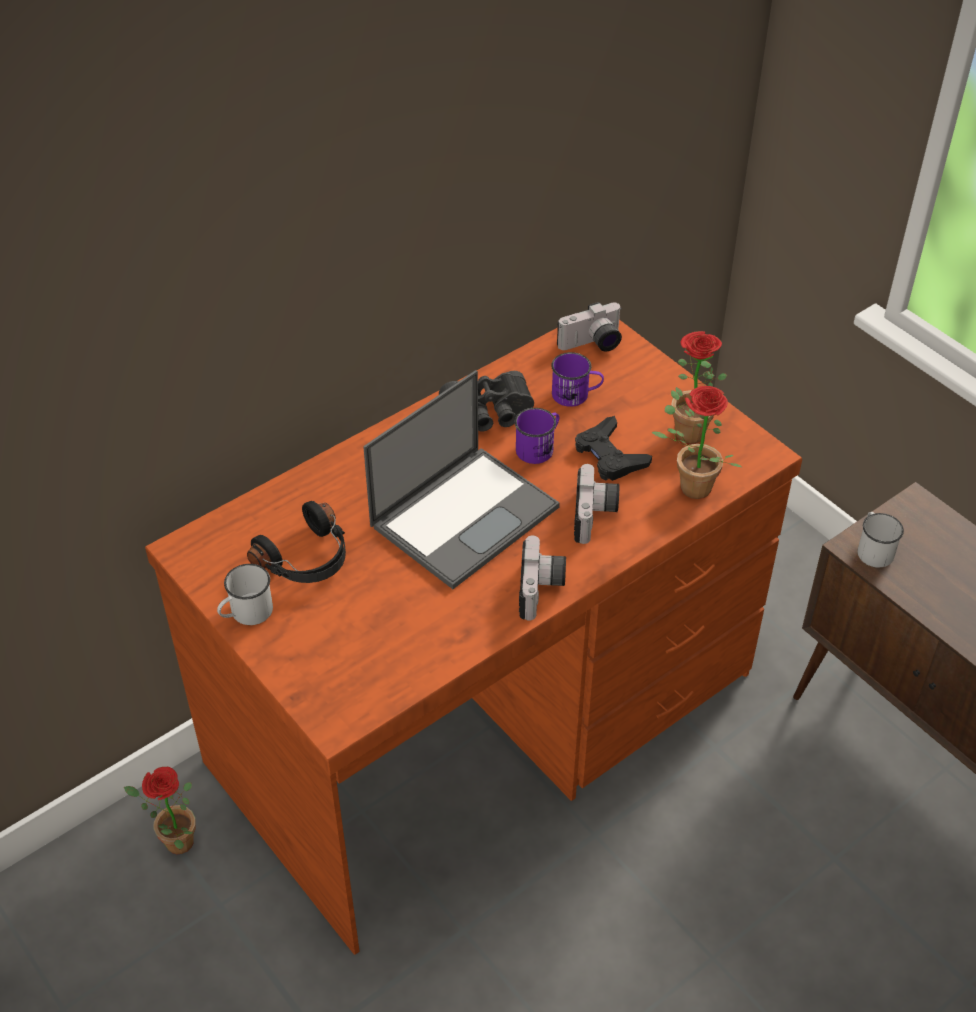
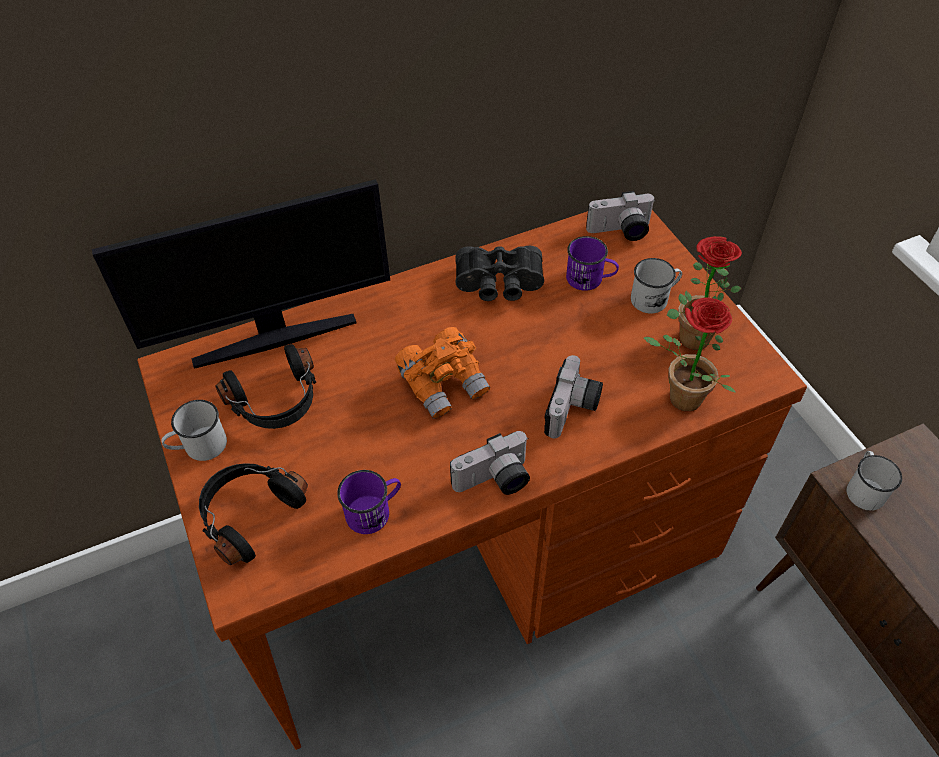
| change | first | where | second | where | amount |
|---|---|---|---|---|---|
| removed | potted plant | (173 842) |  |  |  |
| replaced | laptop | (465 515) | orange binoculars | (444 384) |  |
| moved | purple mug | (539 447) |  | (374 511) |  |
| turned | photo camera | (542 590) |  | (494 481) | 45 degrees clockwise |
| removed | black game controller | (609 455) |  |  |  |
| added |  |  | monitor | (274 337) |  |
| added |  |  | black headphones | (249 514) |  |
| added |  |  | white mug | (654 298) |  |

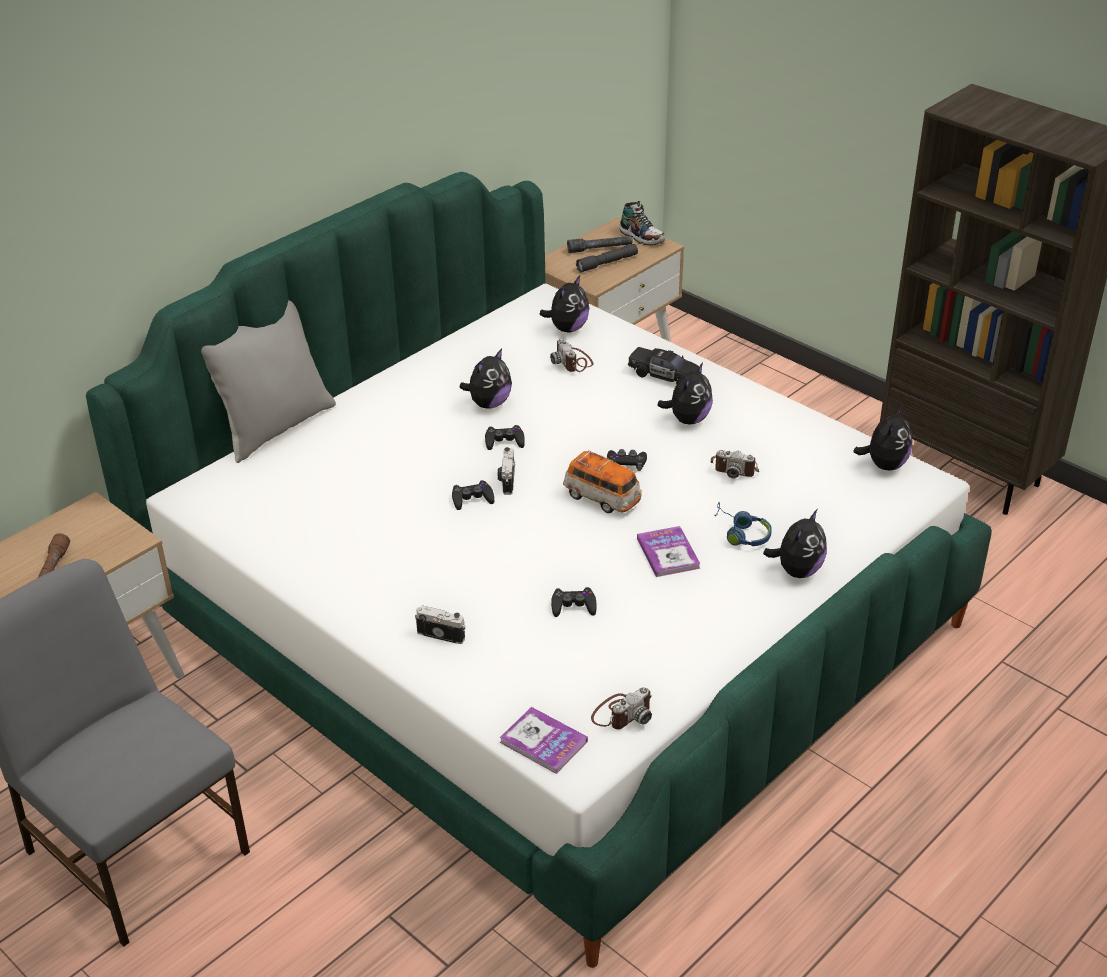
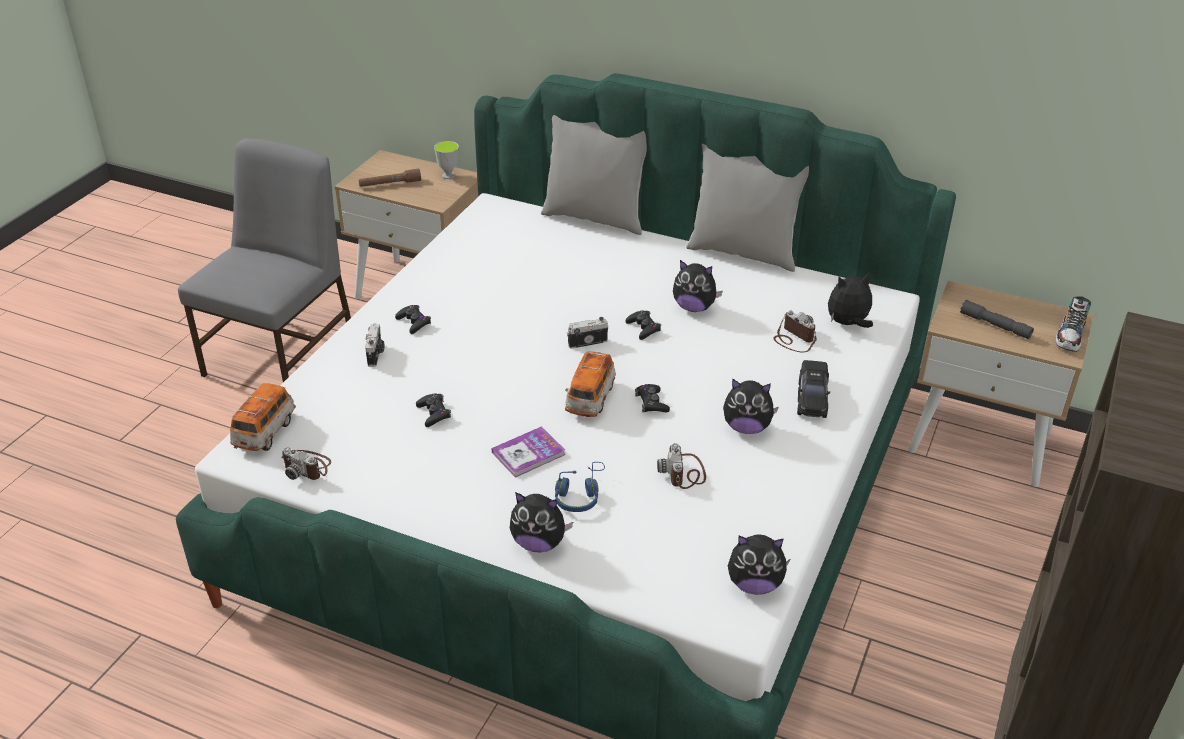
| change | first | where | second | where | amount |
|---|---|---|---|---|---|
| moved | black game controller | (472 499) |  | (414 322) |  |
| replaced | book | (543 742) | toy car | (265 432) |  |
| turned | plush toy | (567 328) |  | (848 324) | 150 degrees clockwise |
| turned | photo camera | (573 362) |  | (794 339) | 90 degrees clockwise |
| removed | grey flashlight | (600 249) |  |  |  |
| added |  |  | cup | (448 175) |  |
| added |  |  | grey pillow | (743 252) |  |

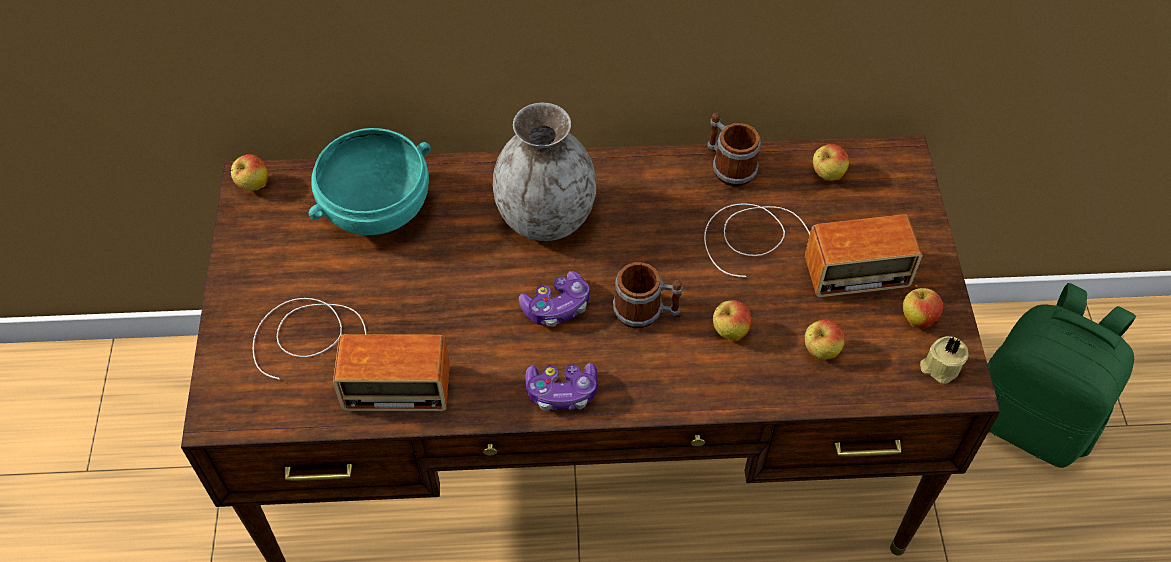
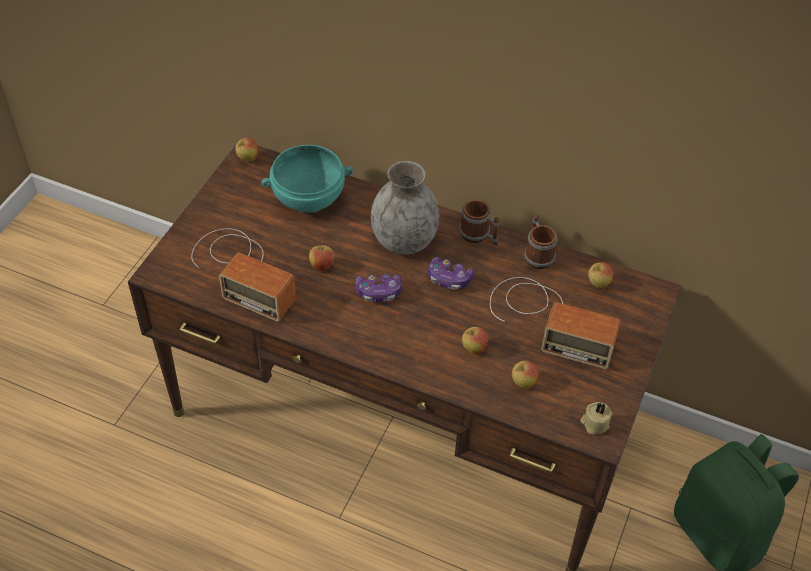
| change | first | where | second | where | amount |
|---|---|---|---|---|---|
| moved | game controller | (562 392) |  | (449 279) |  |
| moved | mug | (646 312) |  | (479 236) |  |
| moved | apple | (917 319) |  | (322 266) |  |

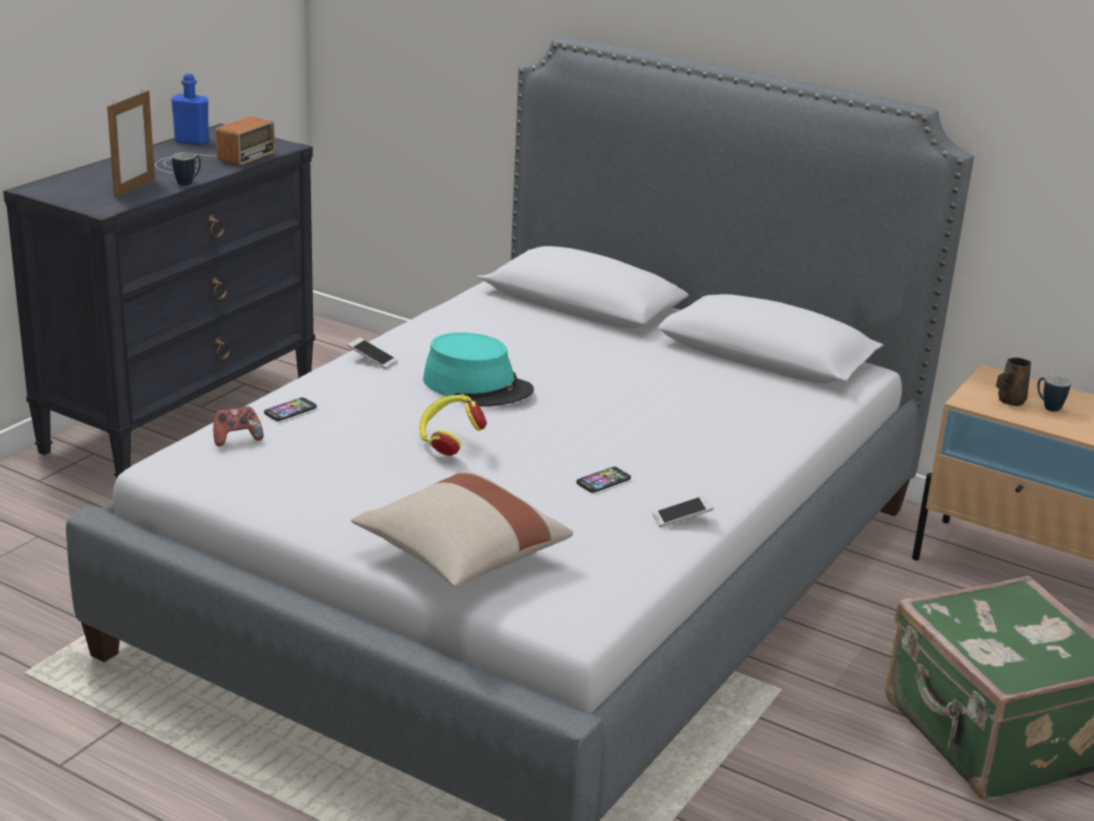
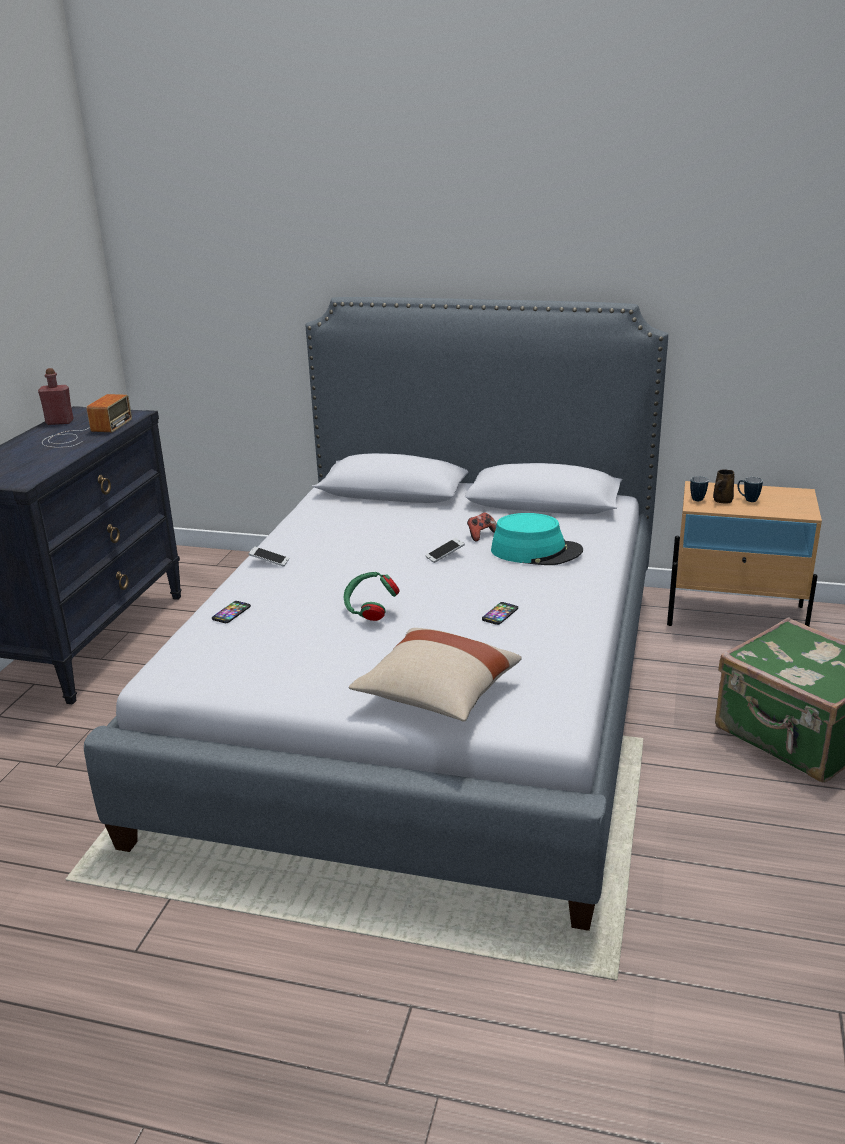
| change | first | where | second | where | amount |
|---|---|---|---|---|---|
| removed | picture frame | (134 188) |  |  |  |
| recoloured | blue bottle | (192 141) | red bottle | (59 422) |  |
| moved | mug | (188 183) |  | (698 498) |  |
| moved | game controller | (237 439) |  | (481 535) |  |
| recoloured | yellow headphones | (449 443) | green headphones | (370 611) |  |
| moved | turquoise hat | (478 386) |  | (536 551) |  |
| moved | phone | (682 519) |  | (445 555) |  |

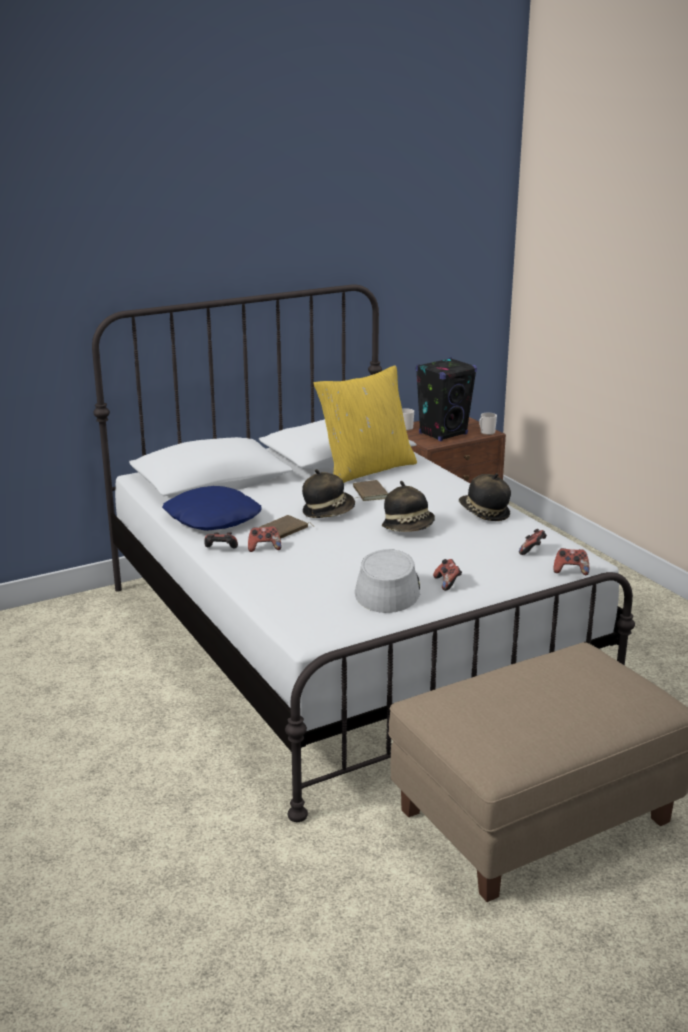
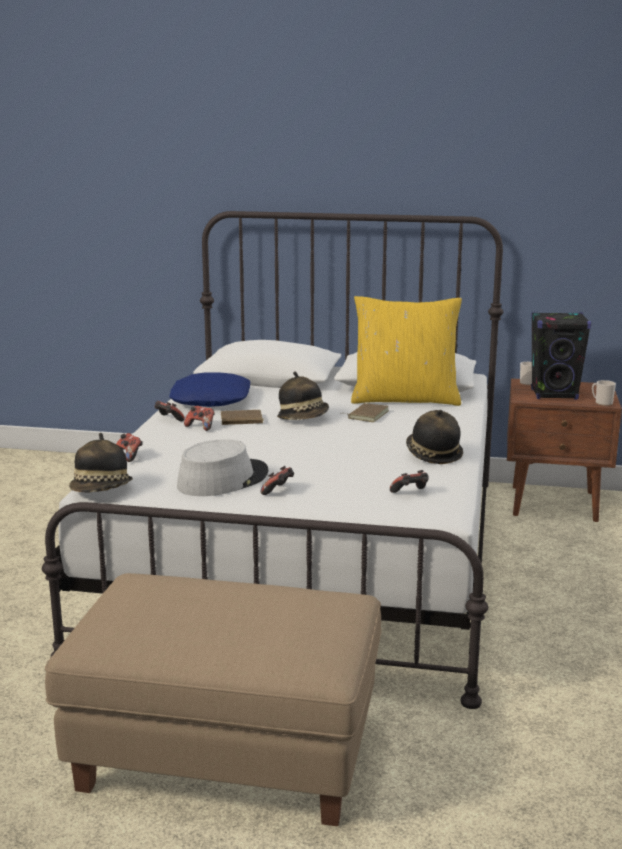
| change | first | where | second | where | amount |
|---|---|---|---|---|---|
| moved | hat | (409 528) |  | (102 491) |  |
| moved | game controller | (570 571) |  | (129 457) |  |

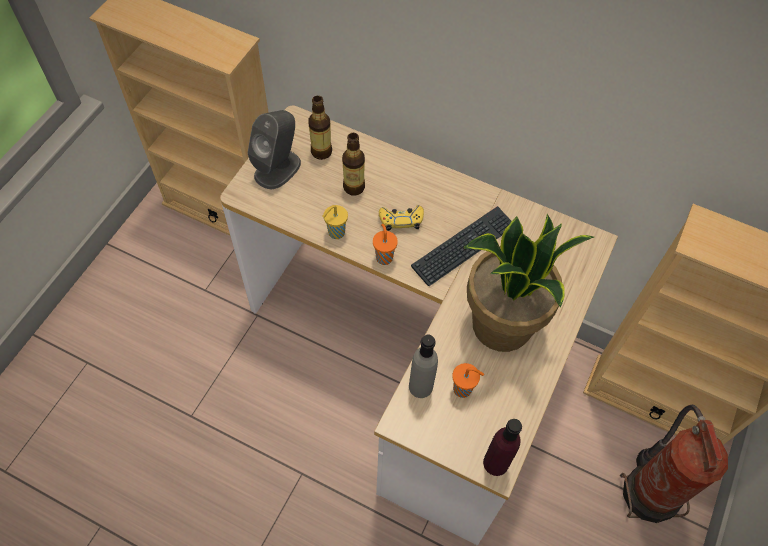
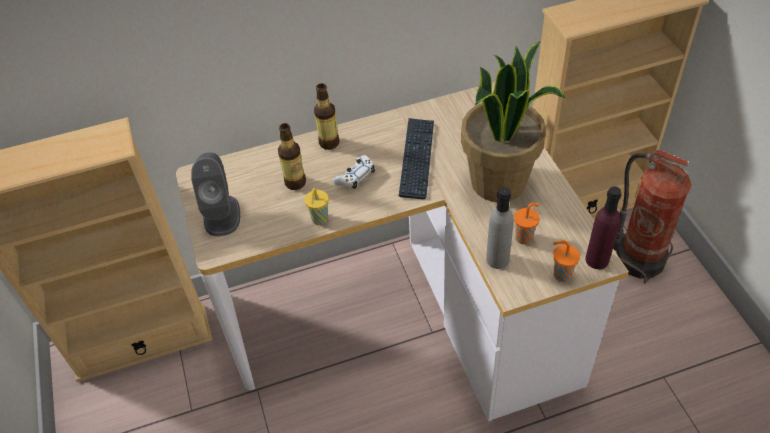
| change | first | where | second | where | amount |
|---|---|---|---|---|---|
| moved | bottle | (321 151) |  | (329 143) |  |
| moved | orange cup | (384 257) |  | (561 274) |  |
| recoloured | yellow game controller | (401 220) | white game controller | (355 176) |  |

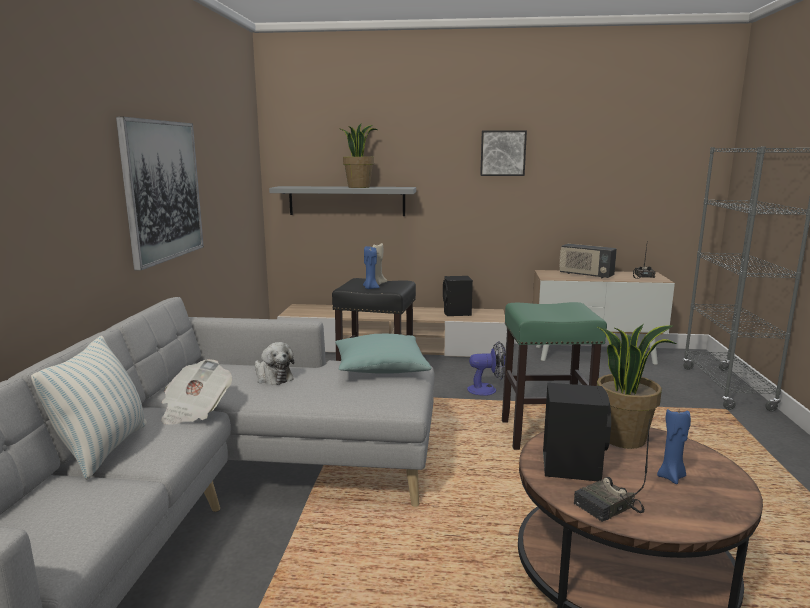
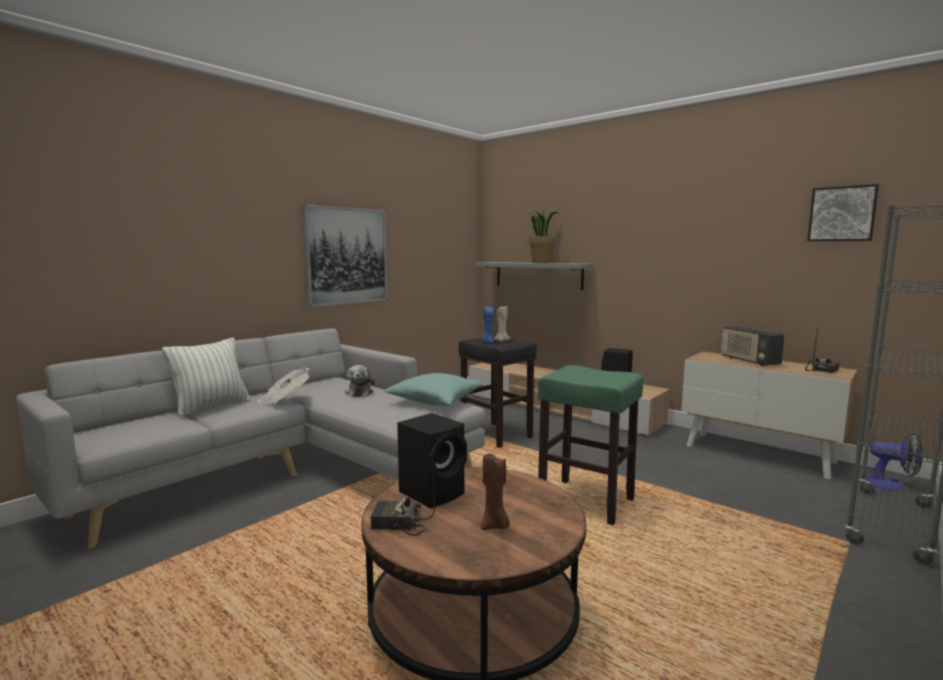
| change | first | where | second | where | amount |
|---|---|---|---|---|---|
| moved | fan | (487 390) |  | (892 485) |  |
| moved | picture | (503 153) |  | (842 214) |  |
| removed | potted plant | (623 438) |  |  |  |
| recoloured | blue candle | (671 477) | brown candle | (494 526) |  |

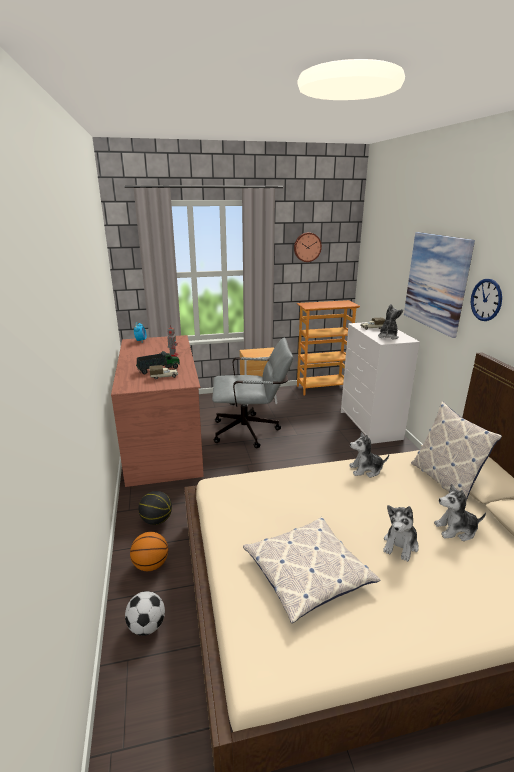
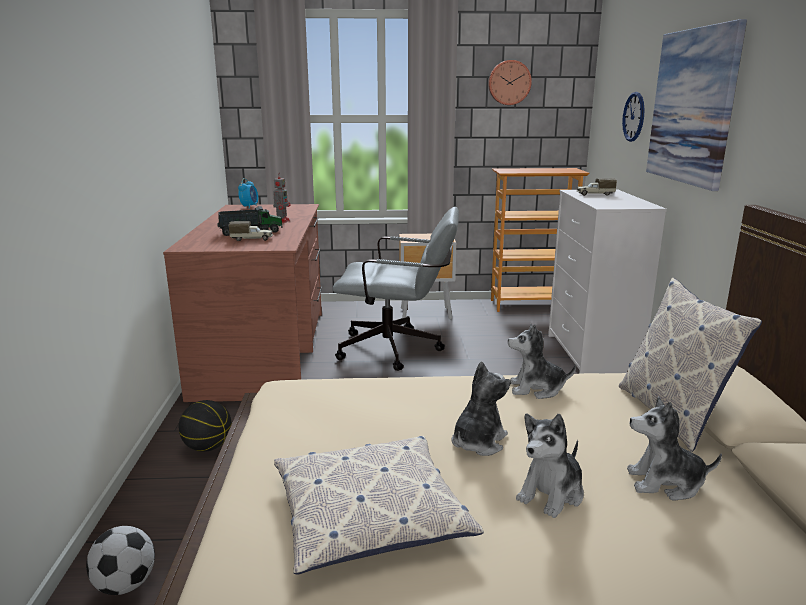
| change | first | where | second | where | amount |
|---|---|---|---|---|---|
| removed | basketball | (151 564) |  |  |  |
| moved | plush toy | (388 336) |  | (478 442) |  |
| moved | wall clock | (486 300) |  | (634 117) |  |

